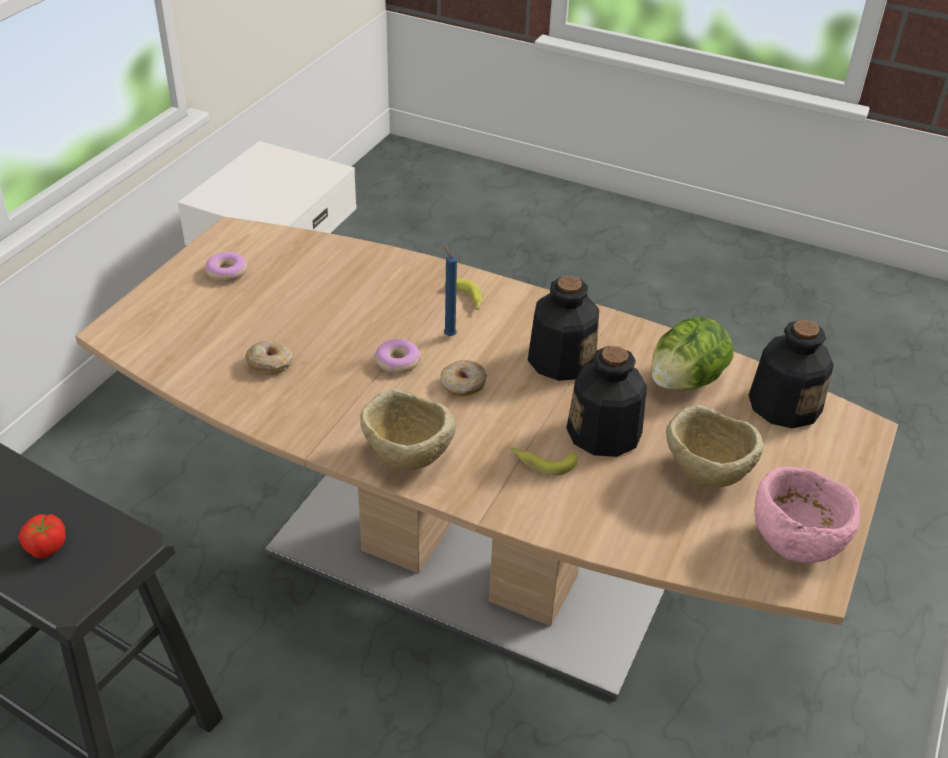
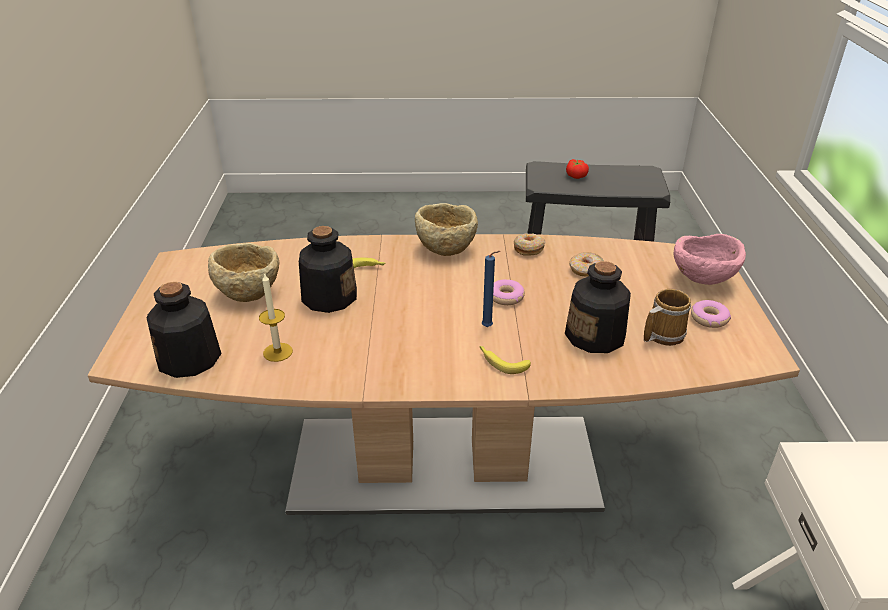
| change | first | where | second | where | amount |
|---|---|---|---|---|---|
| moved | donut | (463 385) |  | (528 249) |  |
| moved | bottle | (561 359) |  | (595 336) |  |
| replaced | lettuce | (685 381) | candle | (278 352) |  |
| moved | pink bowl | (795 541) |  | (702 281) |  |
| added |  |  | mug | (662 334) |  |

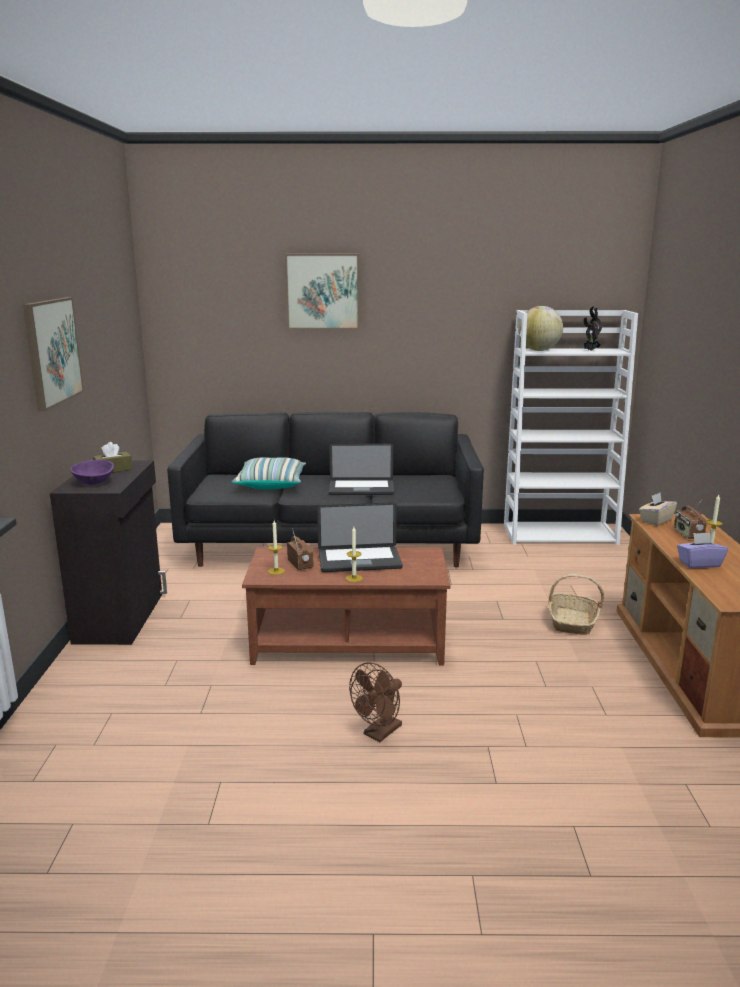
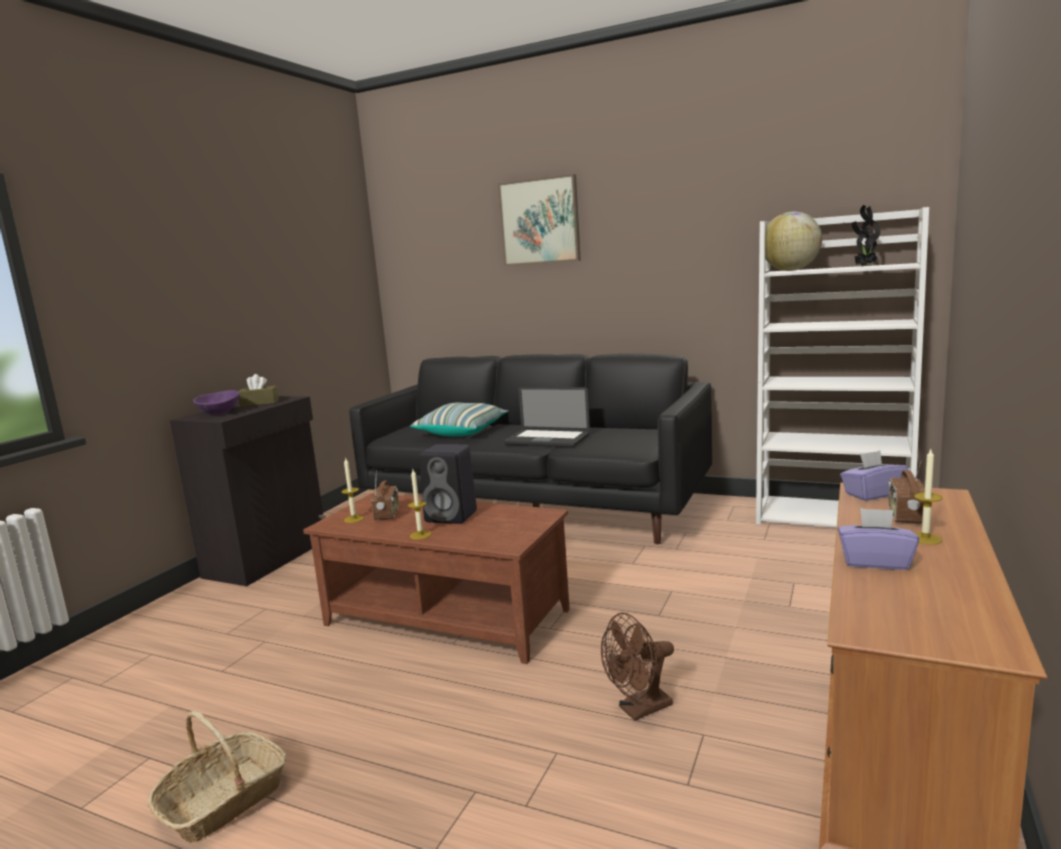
| change | first | where | second | where | amount |
|---|---|---|---|---|---|
| removed | picture | (52 351) |  |  |  |
| replaced | laptop | (359 561) | black speaker | (453 516) |  |
| moved | brown fan | (379 733) |  | (639 710) |  |
| moved | basket | (572 622) |  | (223 801) |  |
| recoloured | beige tissue box | (655 521) | purple tissue box | (872 494) |  |

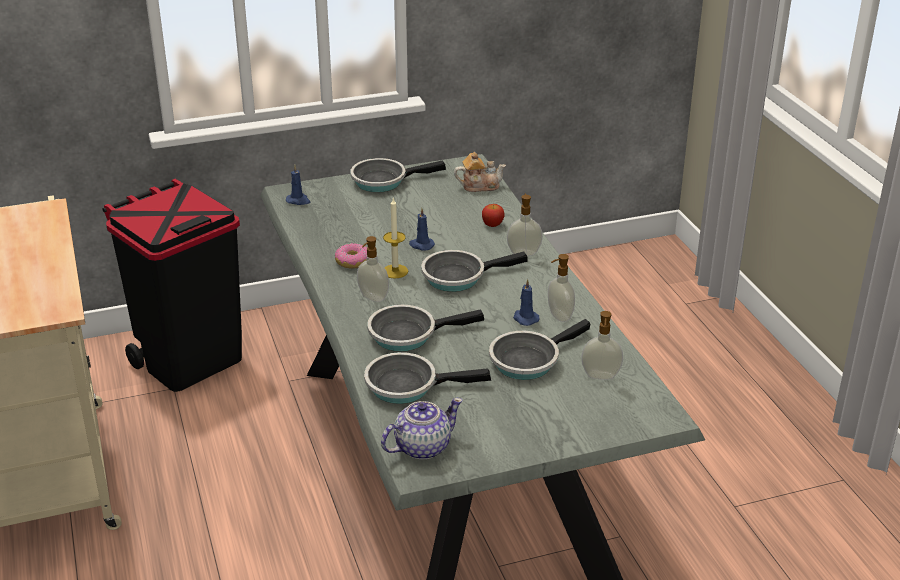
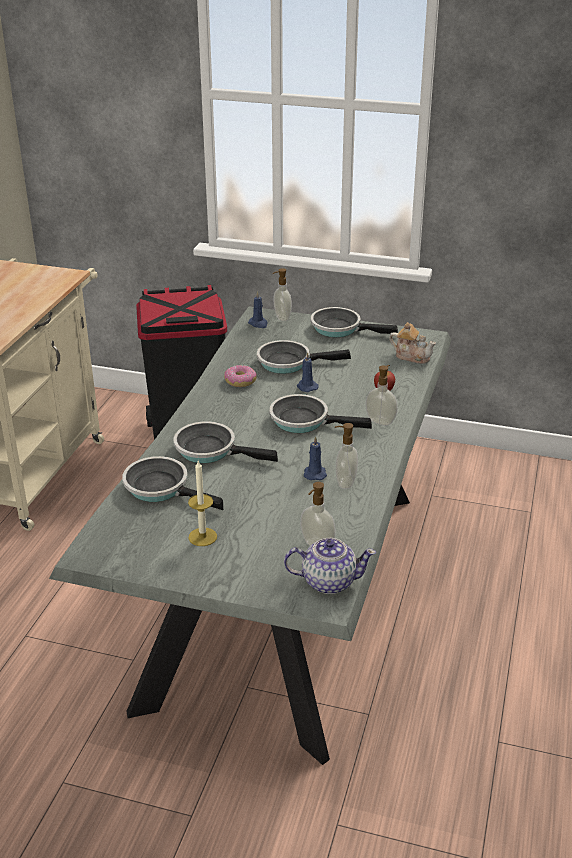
| change | first | where | second | where | amount |
|---|---|---|---|---|---|
| moved | soap dispenser | (372 298) |  | (281 318) |  |
| moved | teapot | (421 447) |  | (328 581) |  |
| moved | candle | (395 271) |  | (202 537) |  |
| moved | frying pan | (528 360) |  | (288 362) |  |

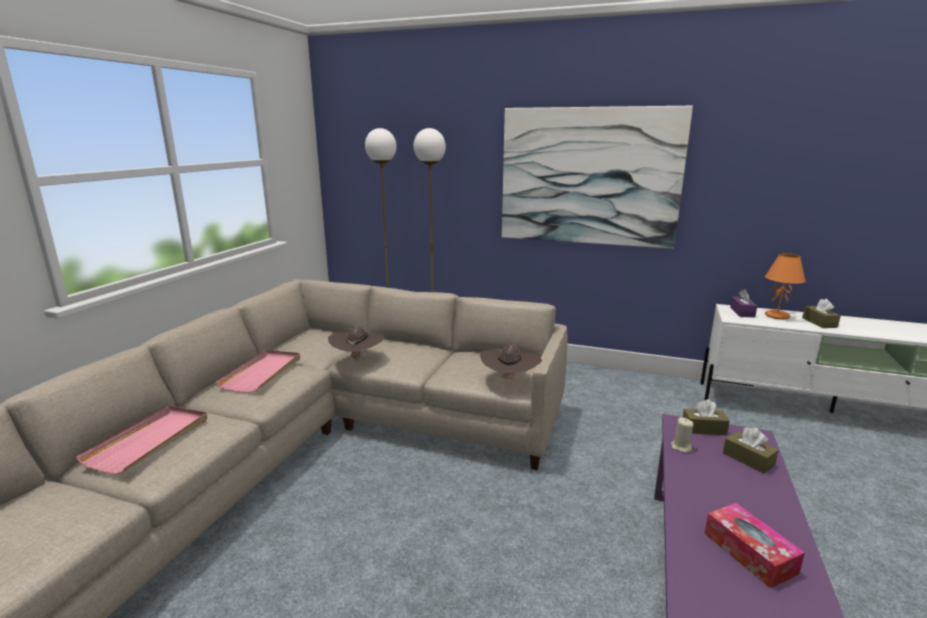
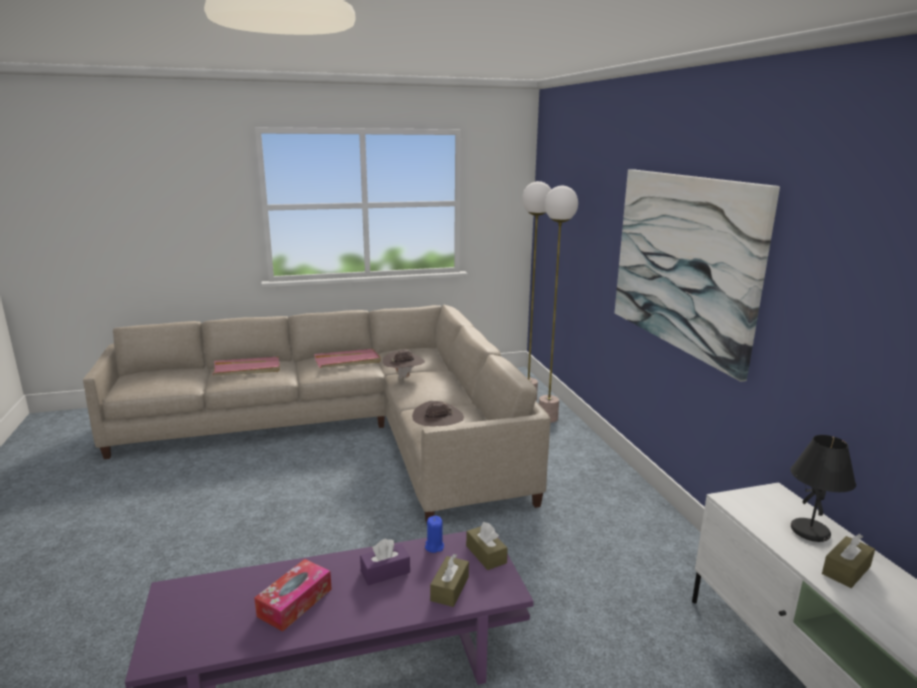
| change | first | where | second | where | amount |
|---|---|---|---|---|---|
| recoloured | beige candle | (681 447) | blue candle | (434 546) |  |
| moved | purple tissue box | (742 312) |  | (385 572) |  |
| recoloured | orange table lamp | (777 316) | black table lamp | (811 532) |  |

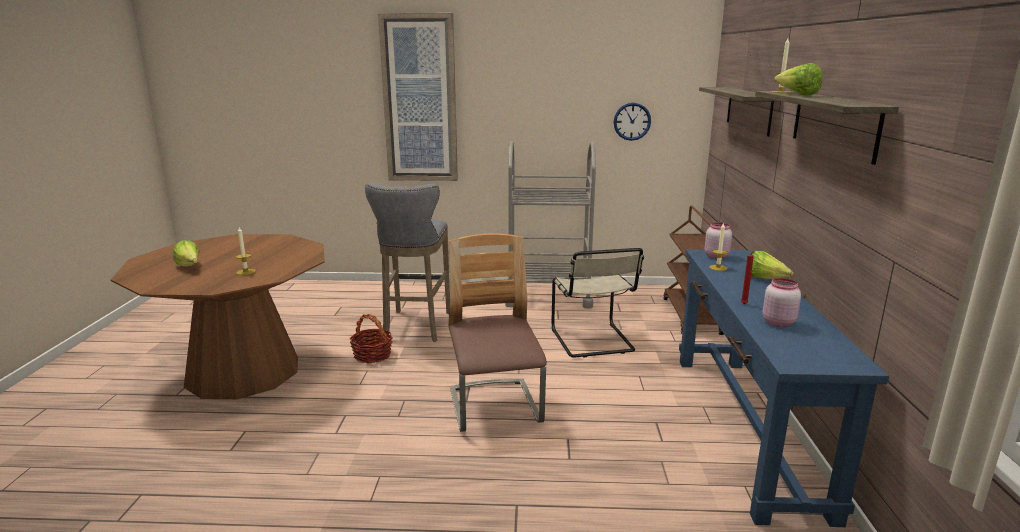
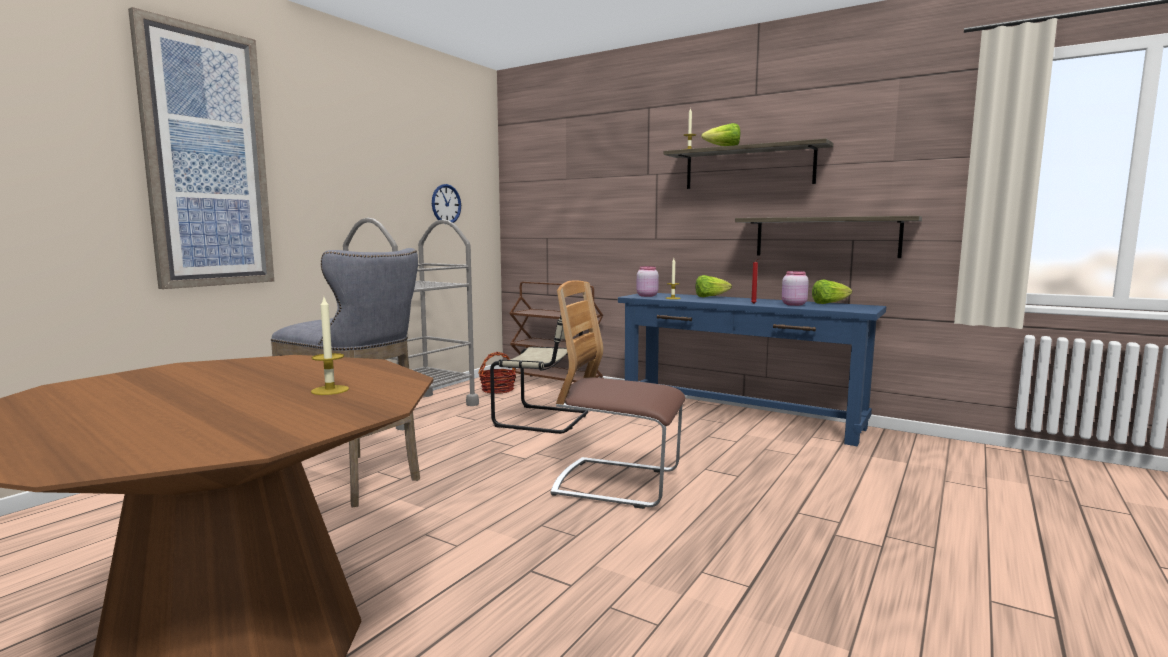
| change | first | where | second | where | amount |
|---|---|---|---|---|---|
| moved | lettuce | (190 267) |  | (829 303) |  |
| moved | basket | (372 355) |  | (498 390) |  |
| moved | shelf | (748 110) |  | (826 237) |  |

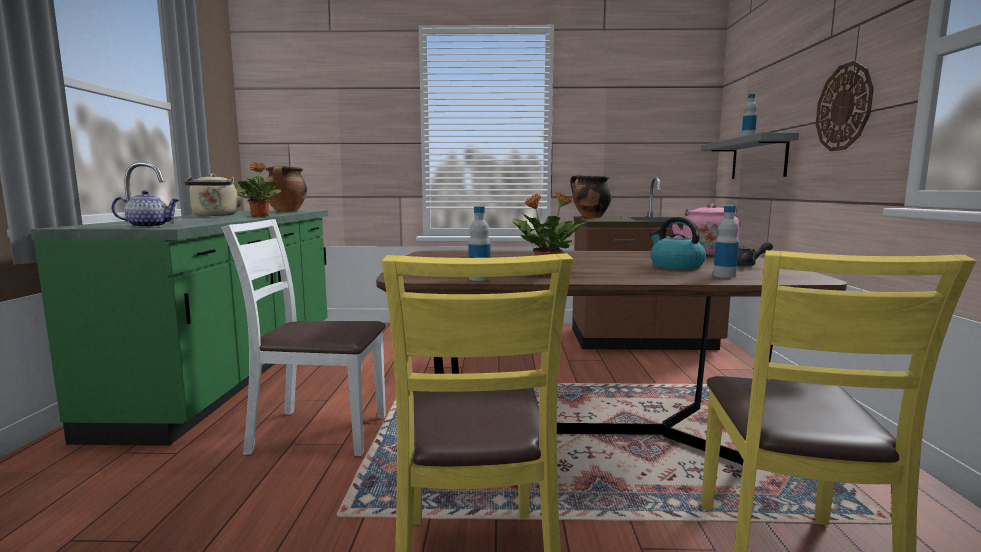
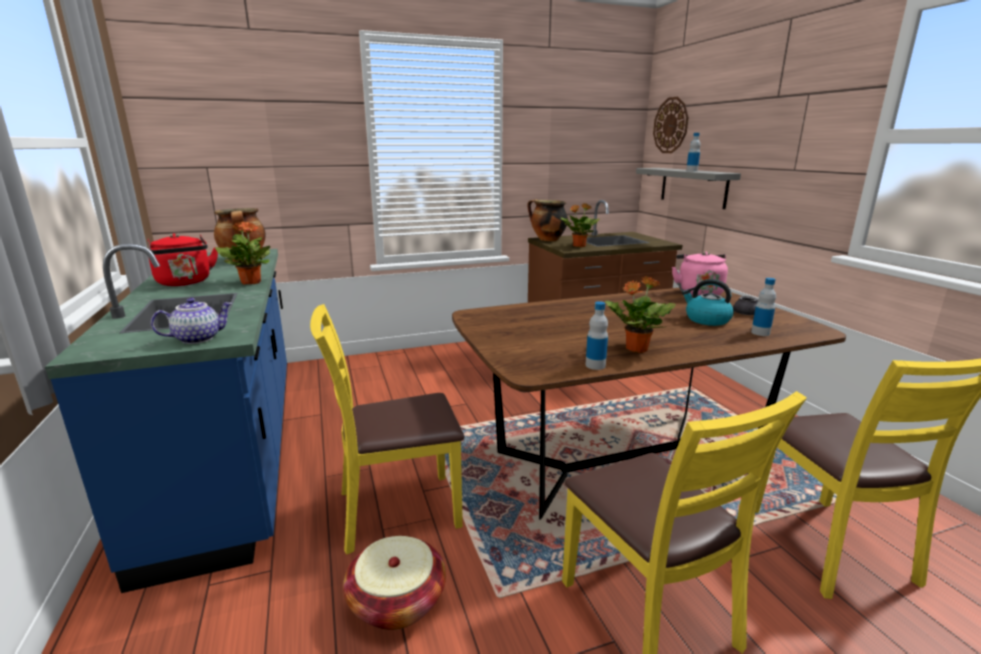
| change | first | where | second | where | amount |
|---|---|---|---|---|---|
| recoloured | green counter | (236 372) | blue counter | (234 451) |  |
| recoloured | beige kettle | (216 215) | red kettle | (185 283) |  |
| recoloured | white chair | (318 433) | yellow chair | (397 510) |  |
| moved | wall clock | (844 107) |  | (671 125) |  |
| added |  |  | basket | (397 601) |  |
| added |  |  | potted plant | (578 246) |  |

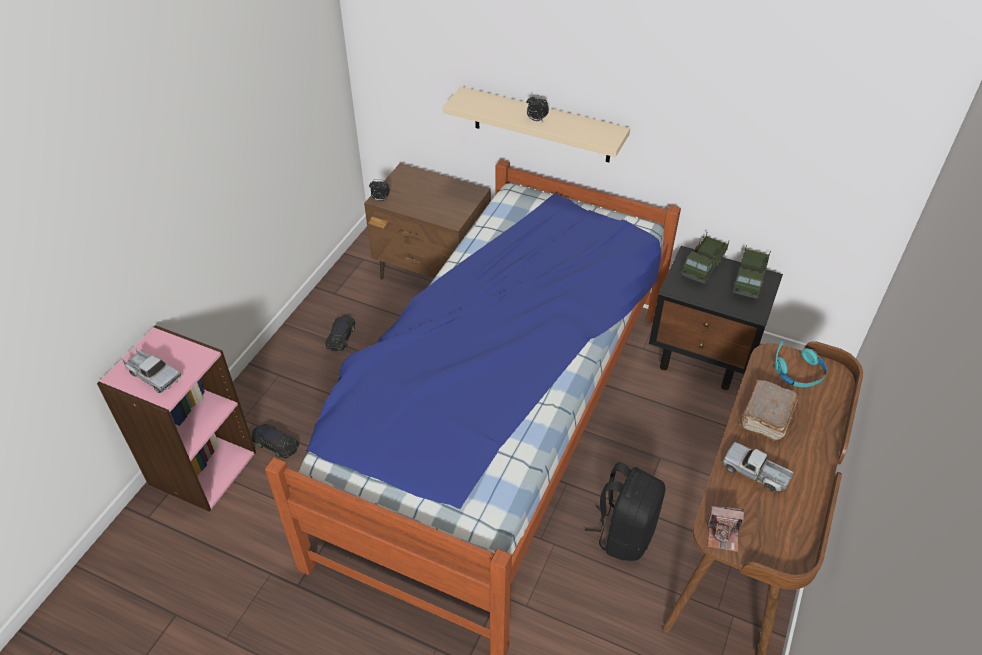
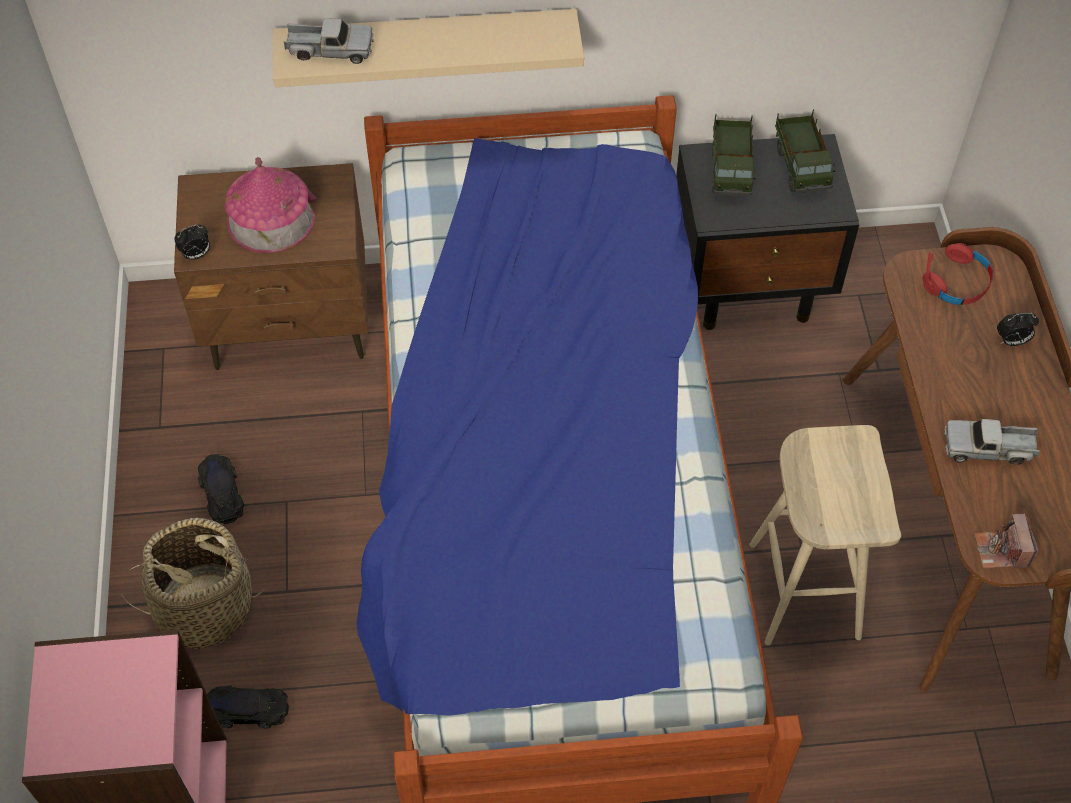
| change | first | where | second | where | amount |
|---|---|---|---|---|---|
| moved | toy truck | (153 375) |  | (330 50) |  |
| moved | alarm clock | (536 120) |  | (1011 341) |  |
| replaced | black backpack | (624 533) | beige stool | (802 588) |  |
| turned | photo camera | (722 534) |  | (1001 550) | 105 degrees clockwise |
| removed | brown book | (765 417) |  |  |  |
| recoloured | turquoise headphones | (799 373) | red headphones | (957 282) |  |
| added |  |  | basket | (204 607) |  |
| added |  |  | toy house | (271 219) |  |

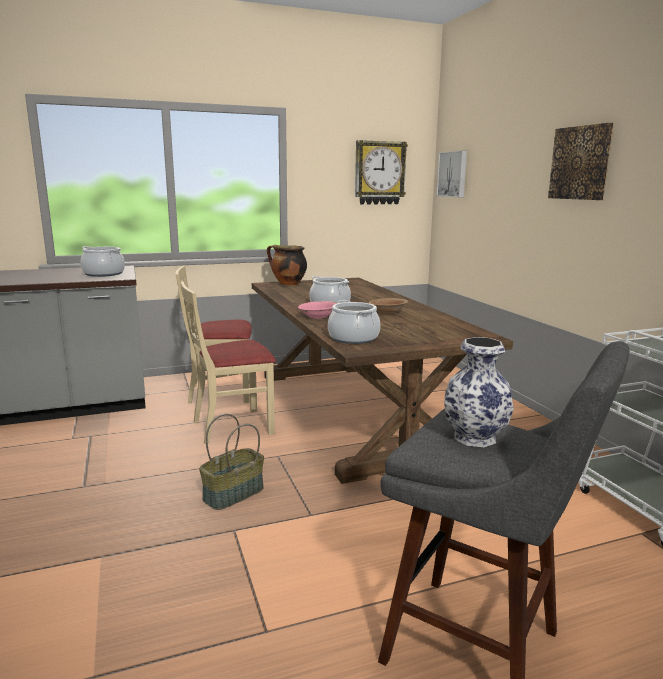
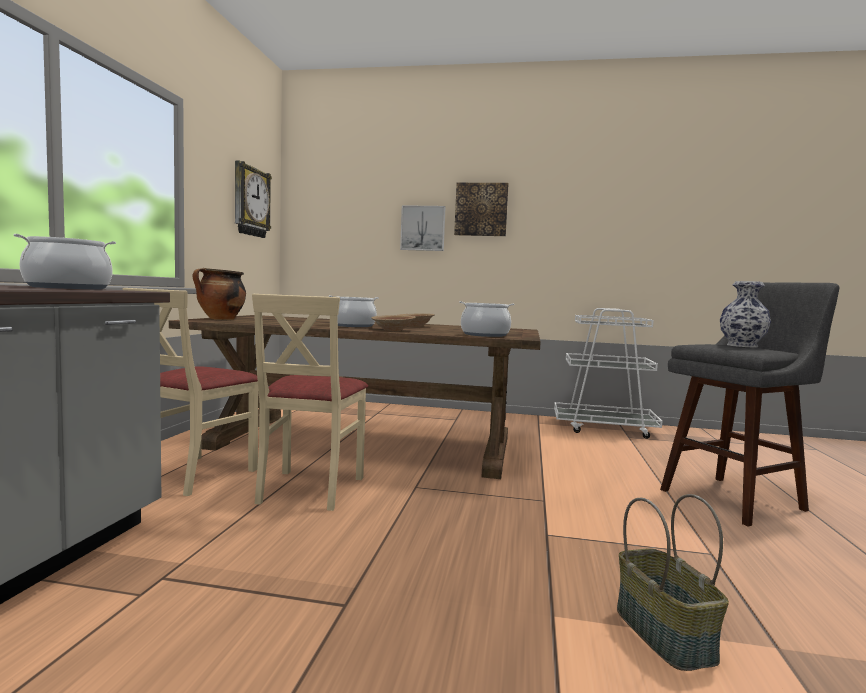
| change | first | where | second | where | amount |
|---|---|---|---|---|---|
| moved | basket | (233 494) |  | (666 634) |  |
| recoloured | pink bowl | (318 317) | brown bowl | (393 330) |  |
| moved | picture | (453 174) |  | (423 228) |  |

